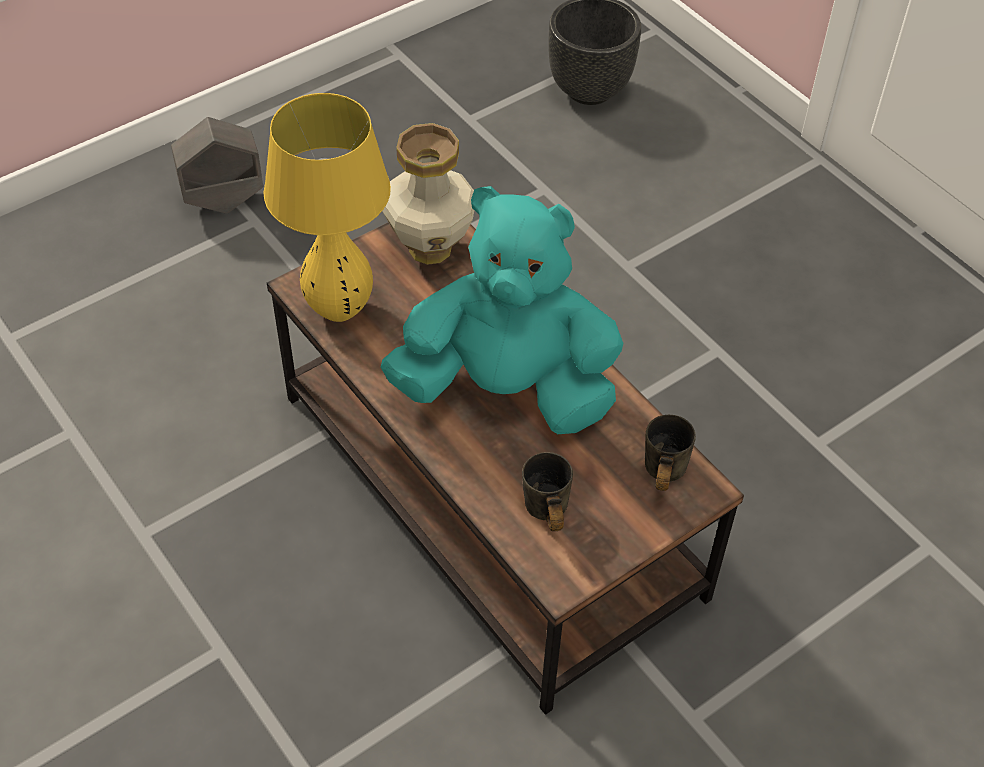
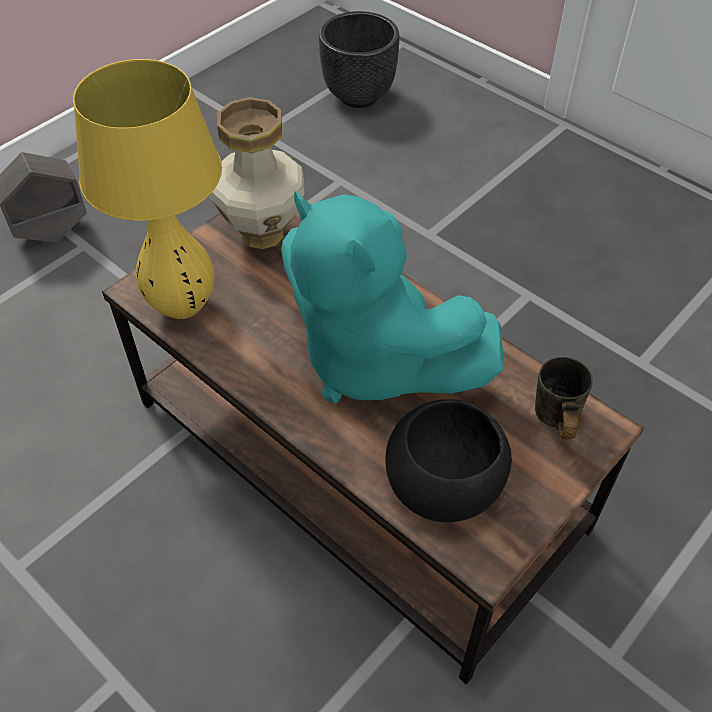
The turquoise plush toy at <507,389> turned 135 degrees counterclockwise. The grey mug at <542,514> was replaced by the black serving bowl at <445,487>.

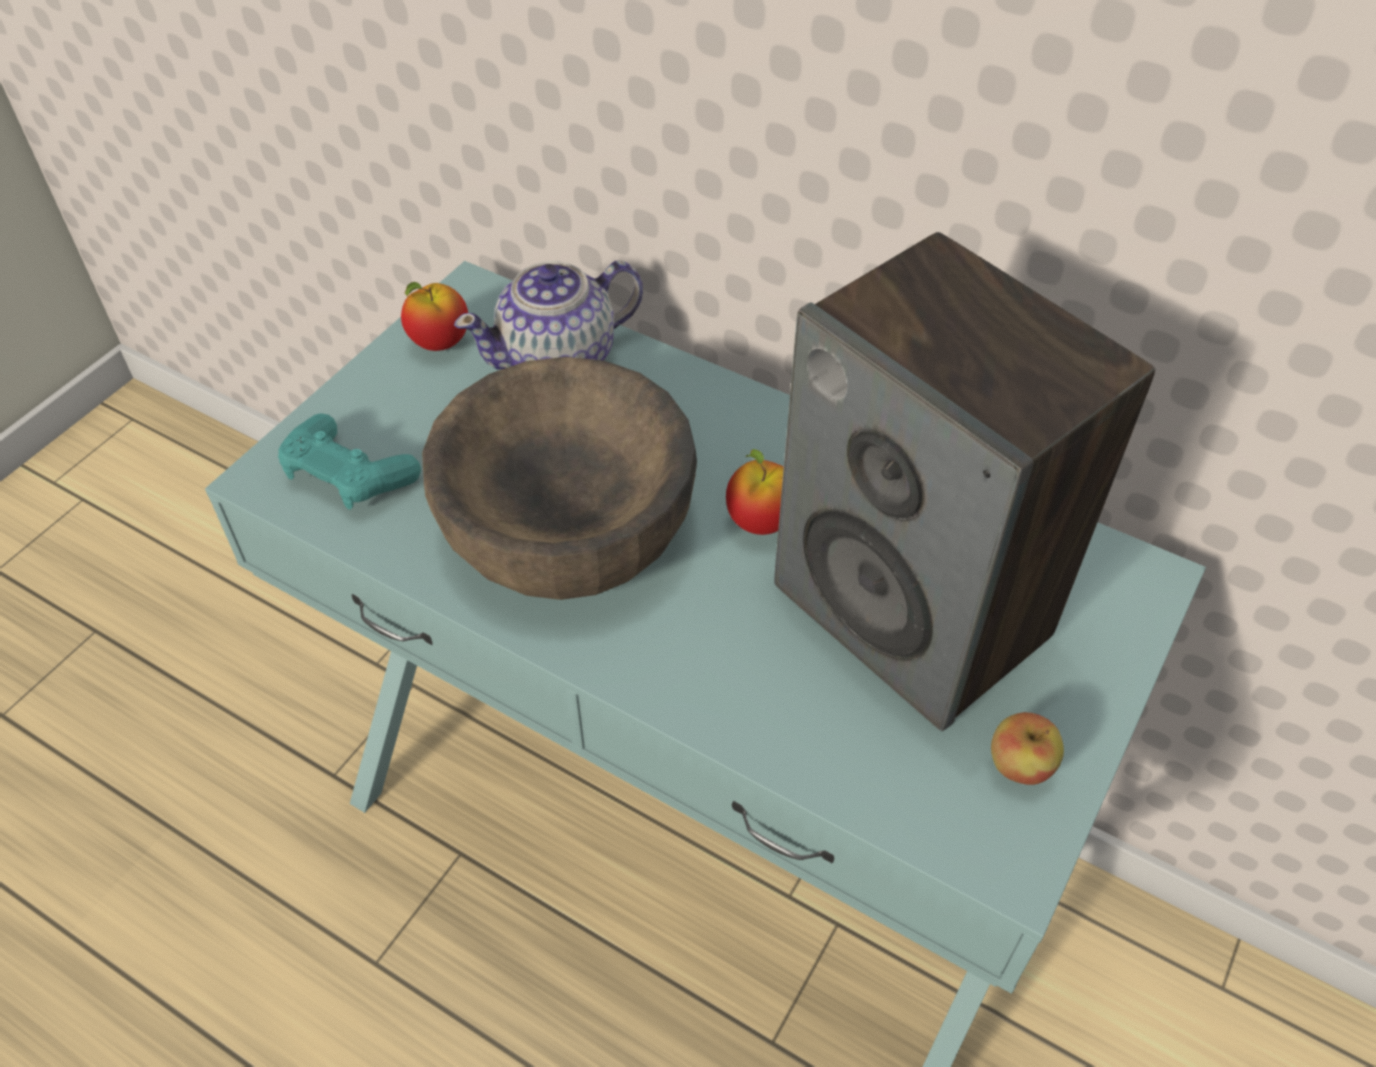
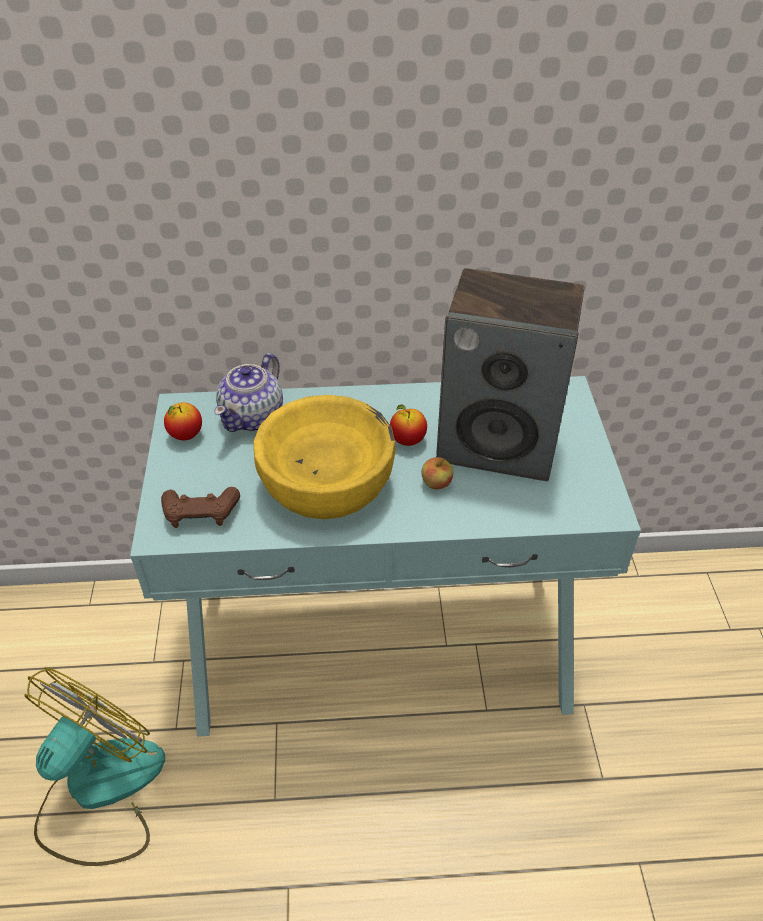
The turquoise joypad at <348,475> became the brown joypad at <201,513>. The brown serving bowl at <568,524> became the yellowish serving bowl at <326,482>. The apple fruit moved from <1020,765> to <436,484>. The fan at <99,791> appeared.

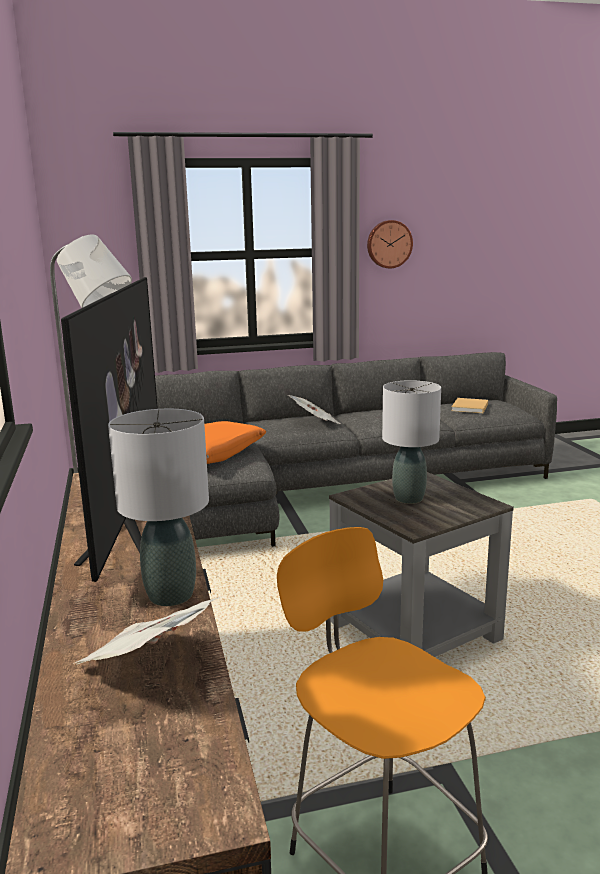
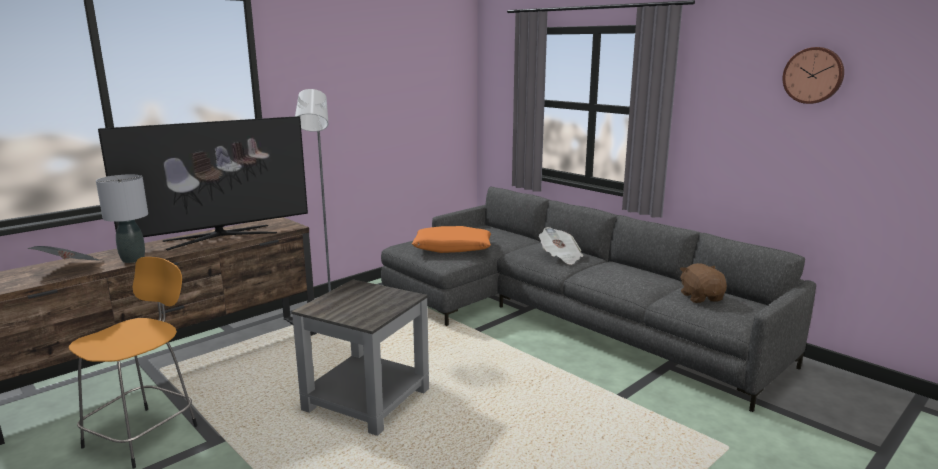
The wall clock moved from <389,244> to <813,75>. The grey lamp for a table at <408,498> disappeared. The beige-coloured bound book at <469,407> was replaced by the brown plush toy at <701,297>.

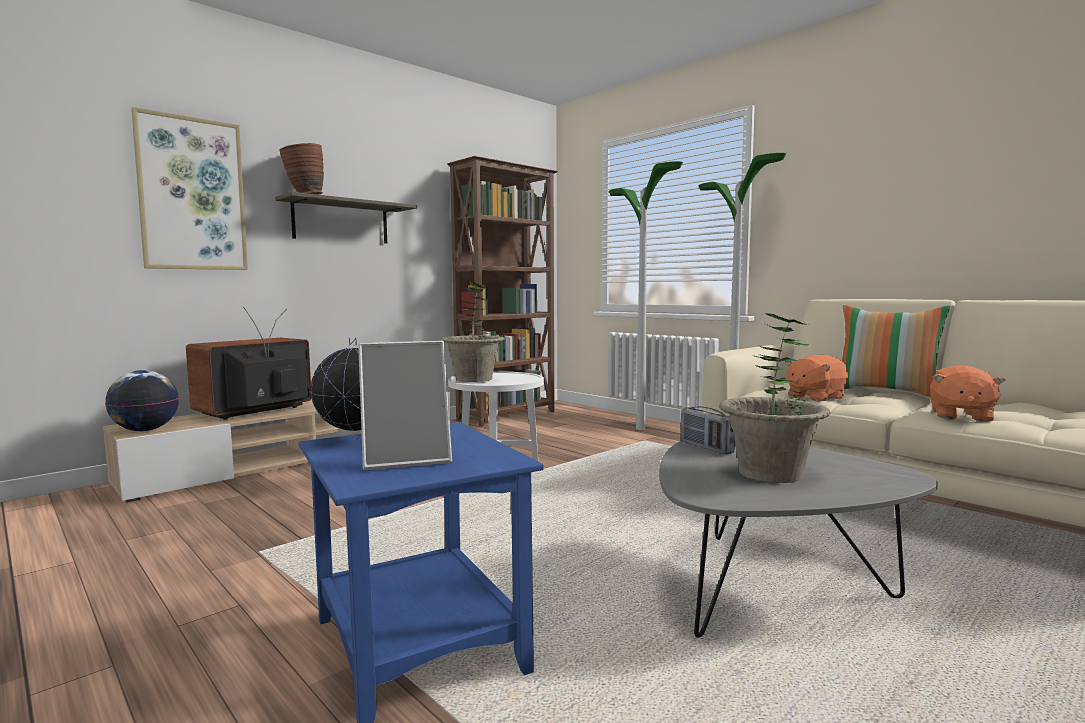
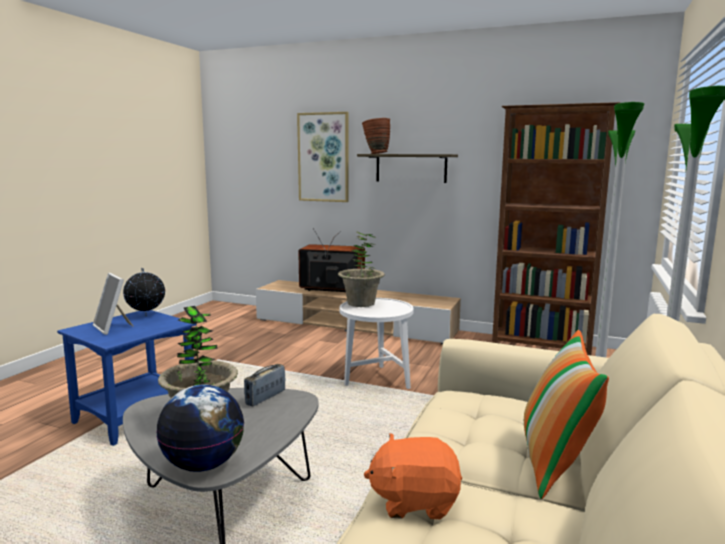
The desk globe moved from <145,430> to <203,464>. The orange-coloured plush toy at <814,397> disappeared.

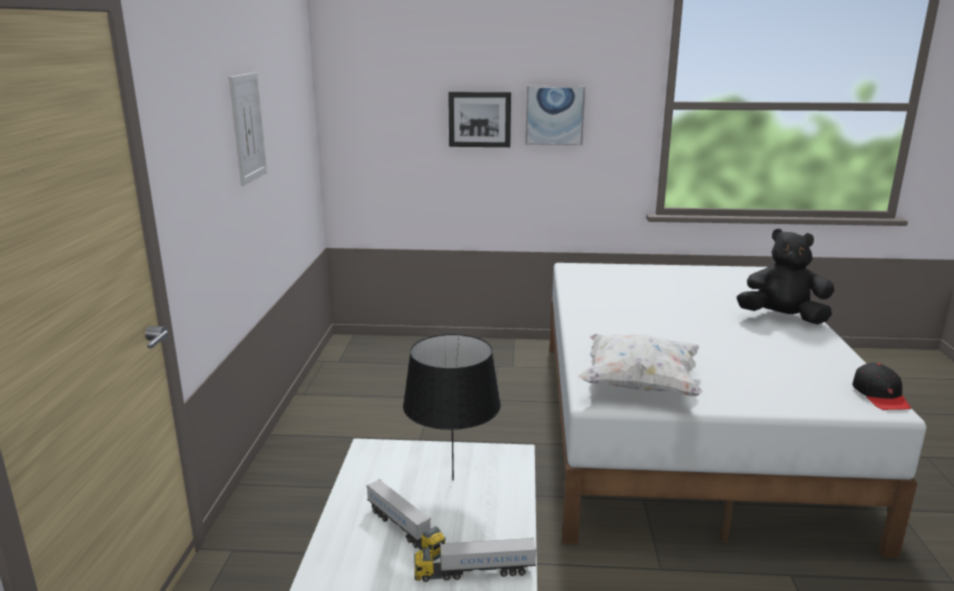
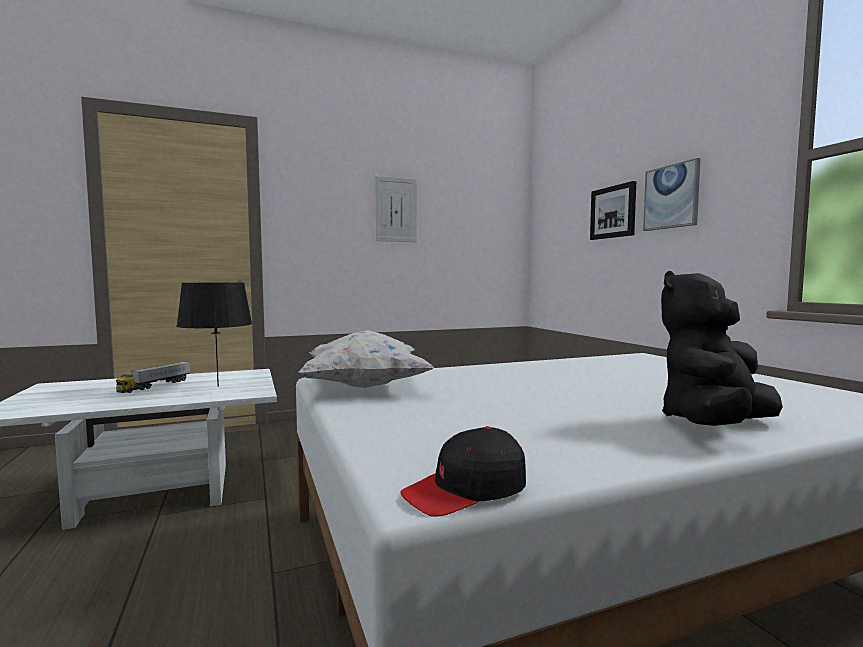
The toy truck at <474,572> disappeared. The black plush toy at <782,318> turned 120 degrees counterclockwise.

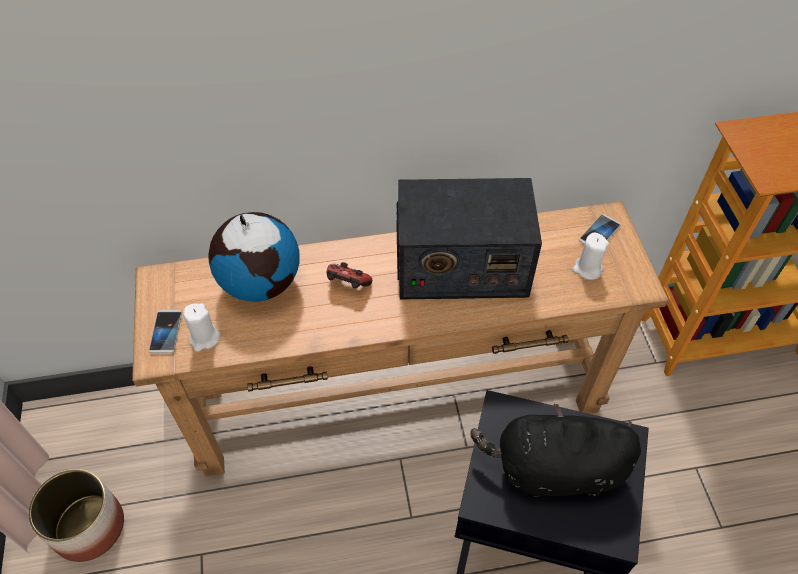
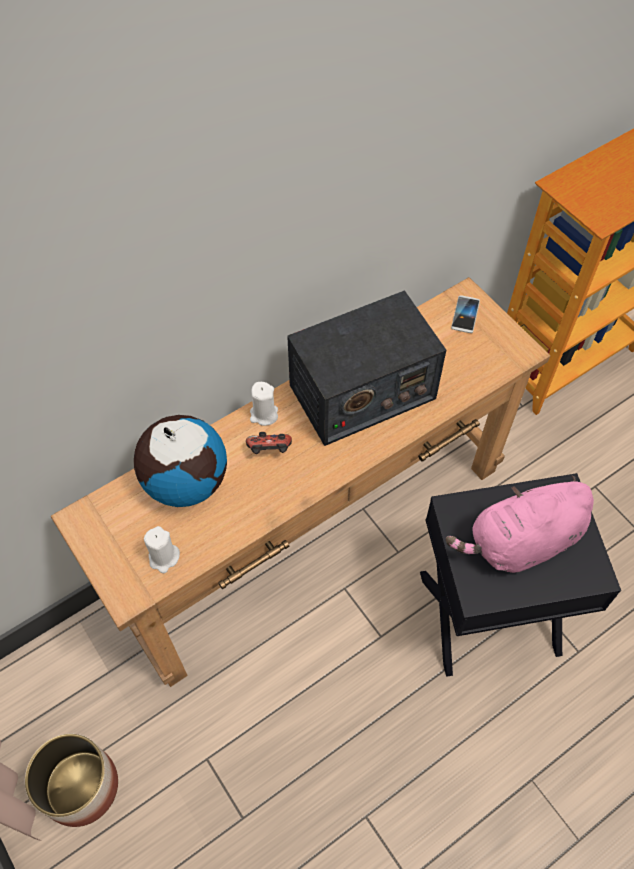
The handset at <166,332> disappeared. The black plush toy at <553,469> became the pink-coloured plush toy at <520,542>. The whitish candle moved from <587,269> to <264,414>.

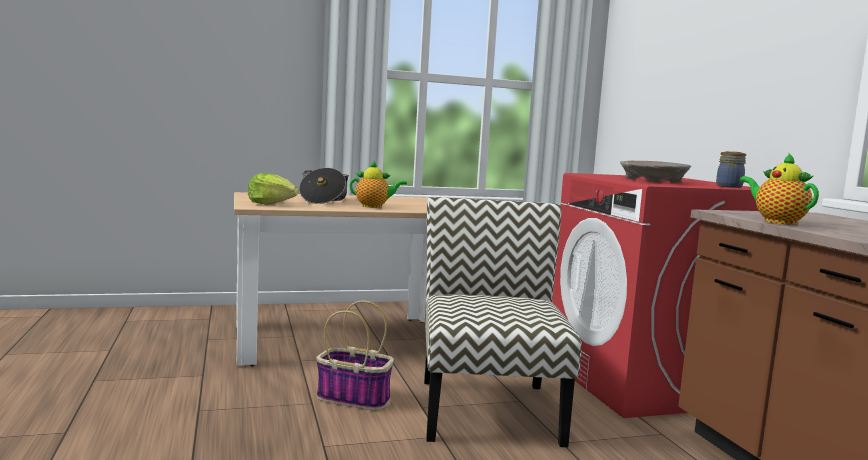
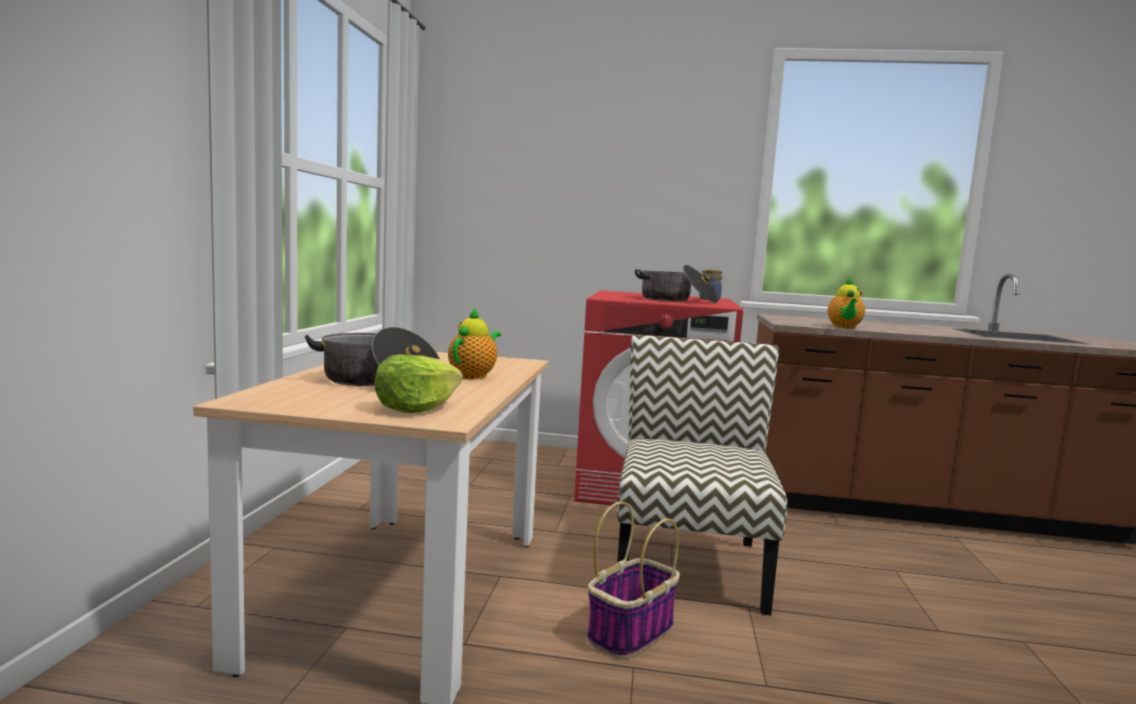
The plain chair at <487,409> turned 75 degrees clockwise. The beige-coloured serving bowl at <654,181> was replaced by the cooking pot at <677,300>. The teapot at <776,221> turned 75 degrees counterclockwise.

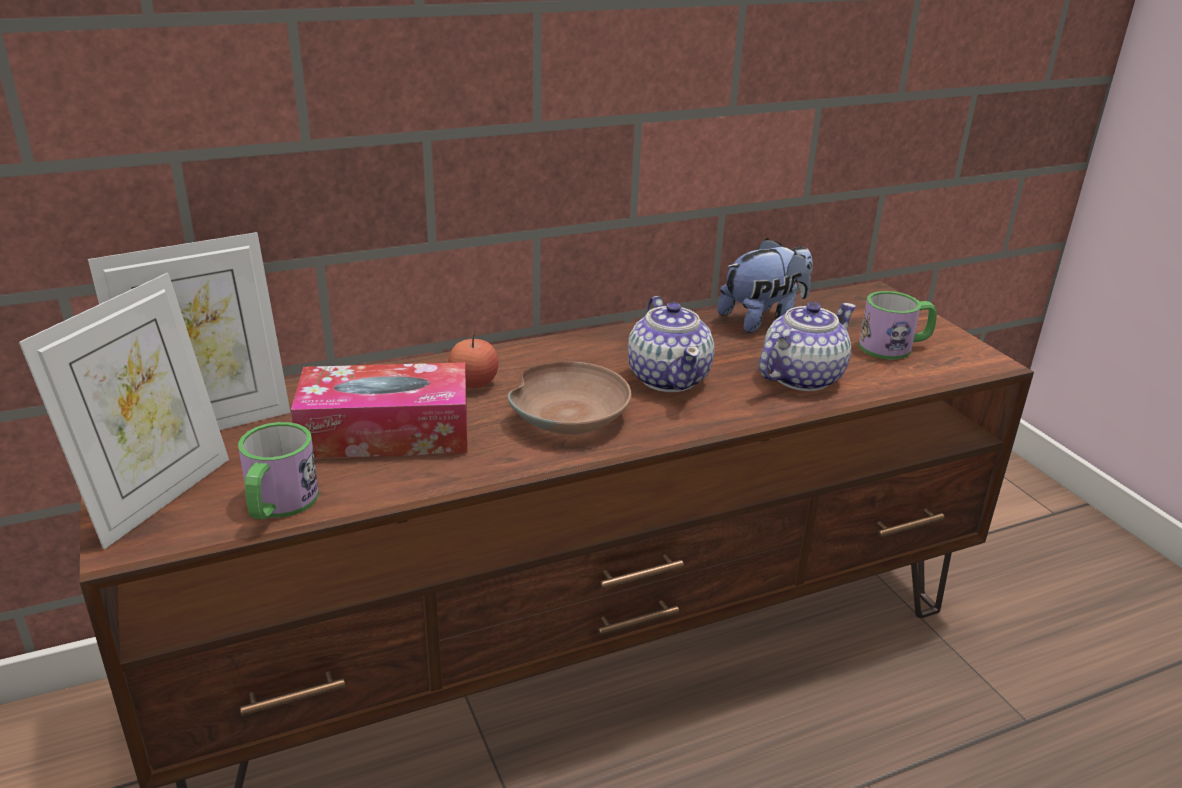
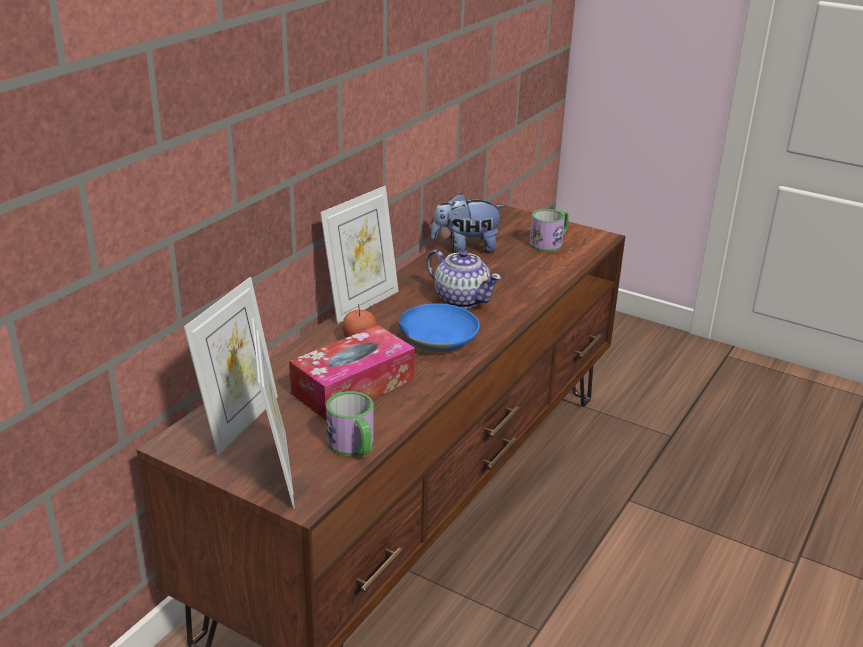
The brown serving bowl at <570,414> became the blue serving bowl at <438,338>. The plush toy at <763,319> turned 120 degrees counterclockwise. The teapot at <800,377> disappeared. The picture frame at <362,304> appeared.

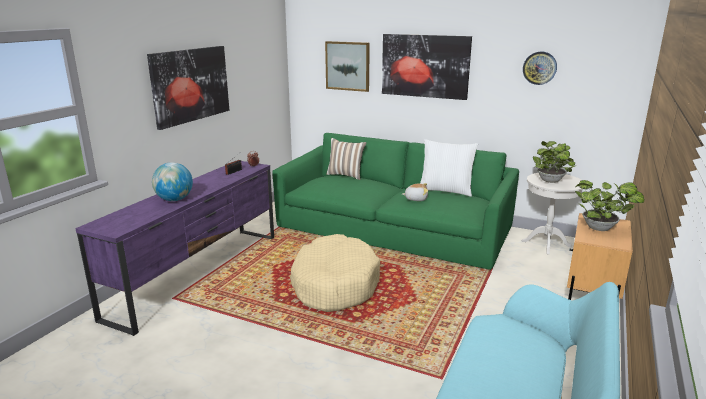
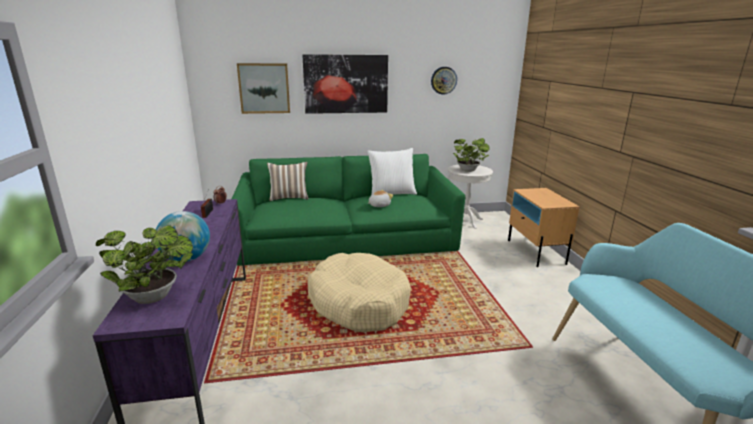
The picture at <190,85> disappeared. The plant in a pot moved from <601,229> to <156,297>.

